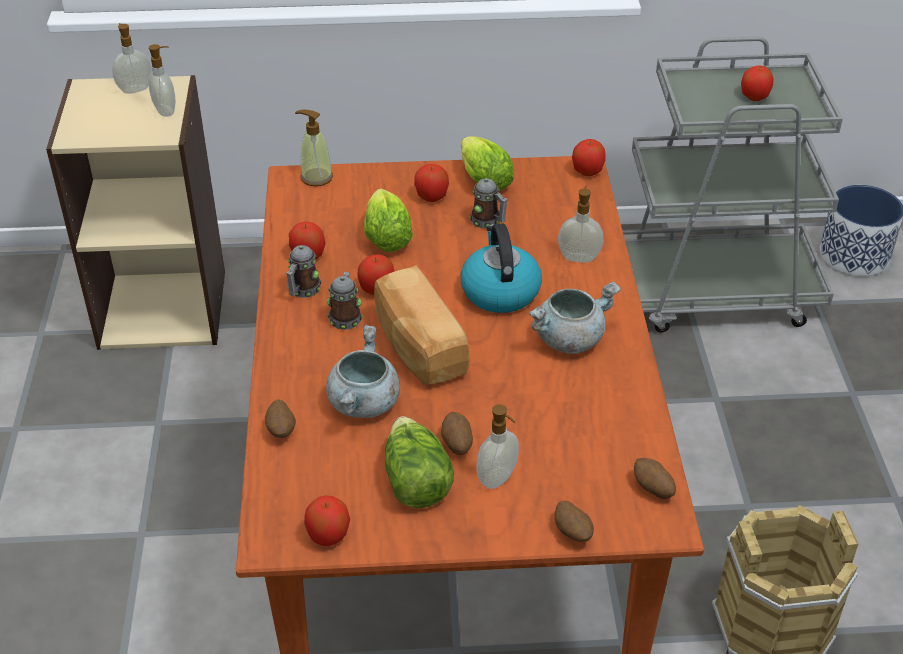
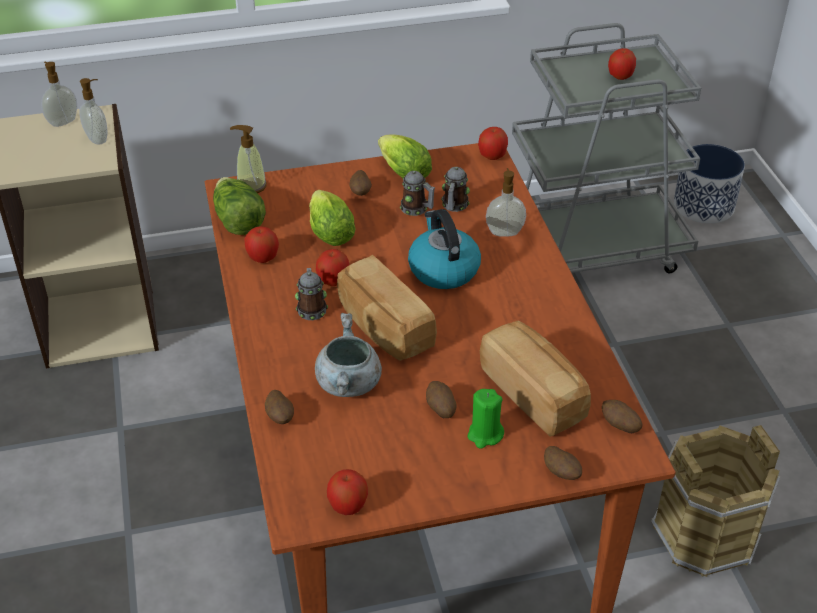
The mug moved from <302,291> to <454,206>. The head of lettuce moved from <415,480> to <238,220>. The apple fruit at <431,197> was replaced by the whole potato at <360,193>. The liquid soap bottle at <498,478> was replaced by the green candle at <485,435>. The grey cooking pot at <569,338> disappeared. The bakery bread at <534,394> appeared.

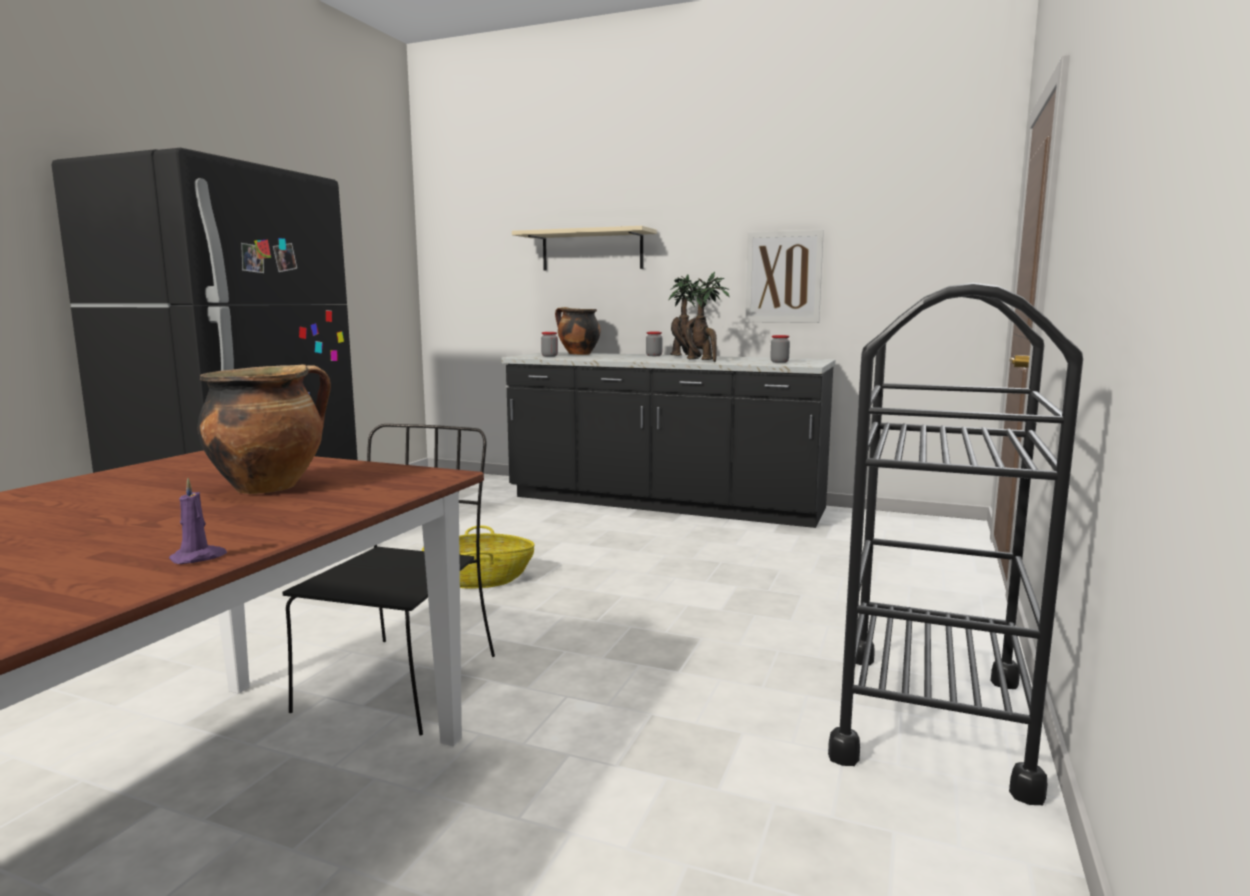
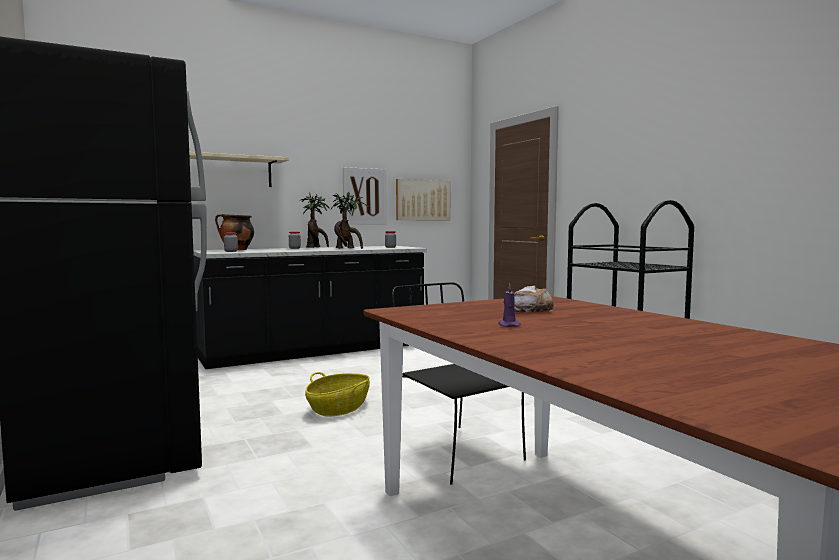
The purplish candle moved from <199,558> to <508,325>. The cooking pot at <270,487> was replaced by the bakery bread at <529,310>. The picture at <422,200> appeared.

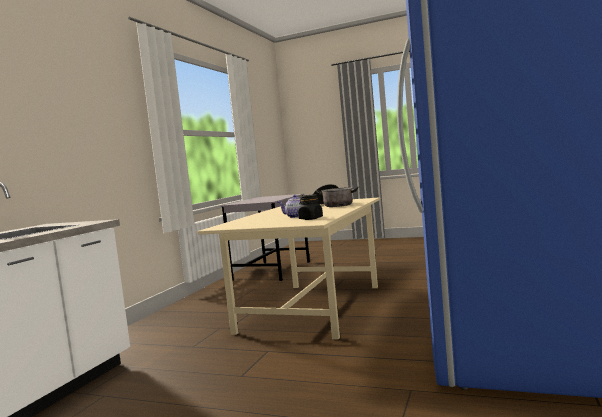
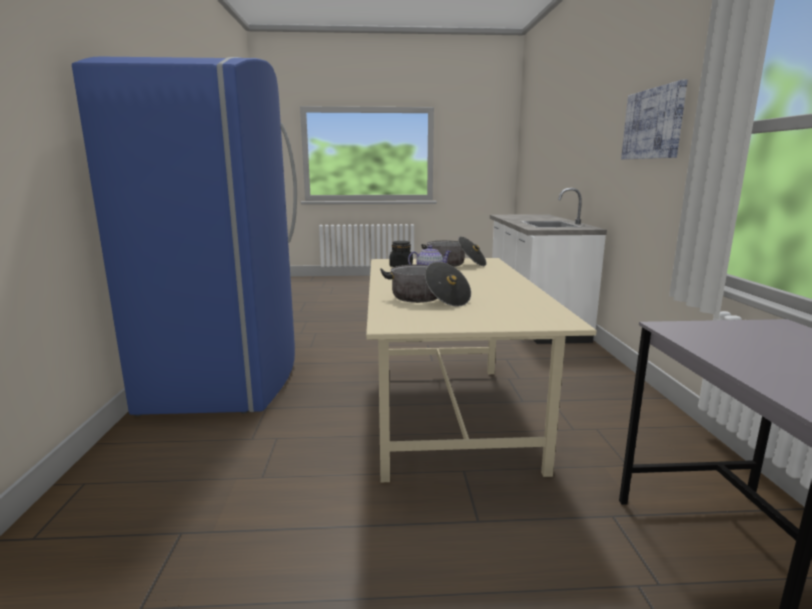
The cooking pot at <455,264> appeared. The picture at <653,124> appeared.

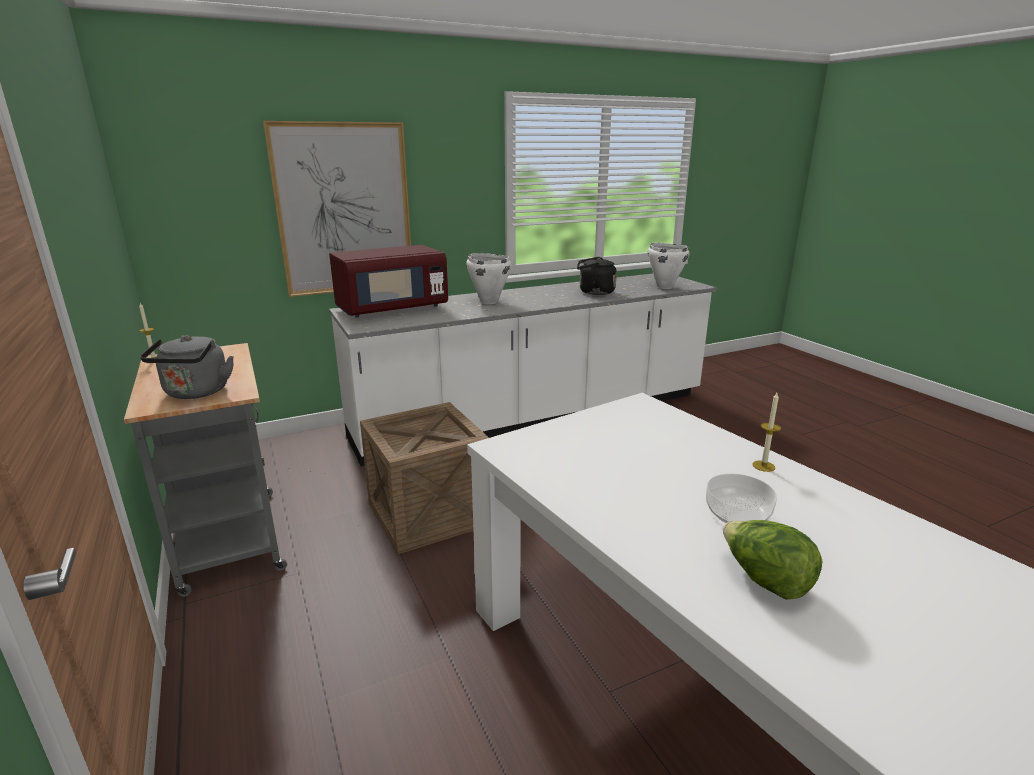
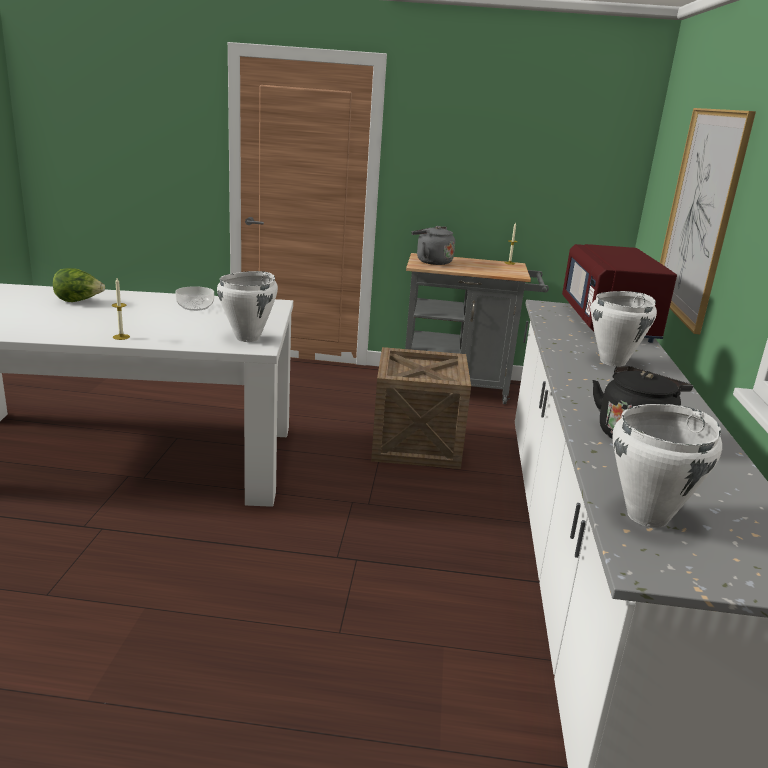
The serving bowl moved from <736,514> to <195,306>. The whitish cooking pot at <248,338> appeared.

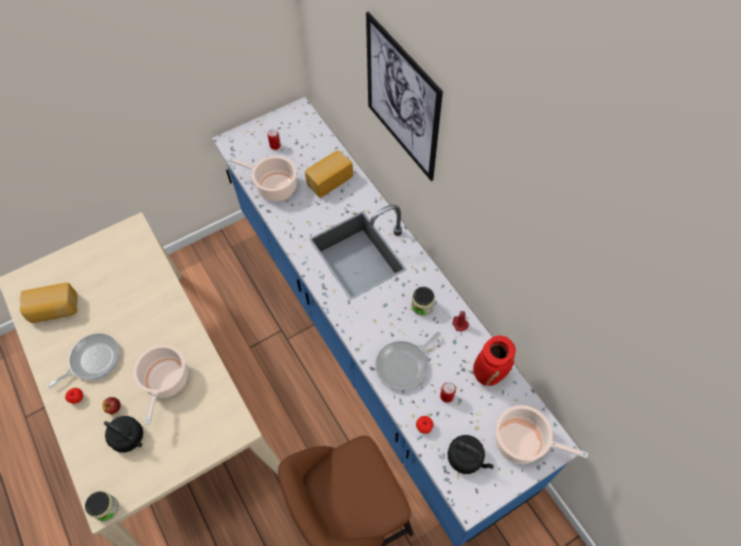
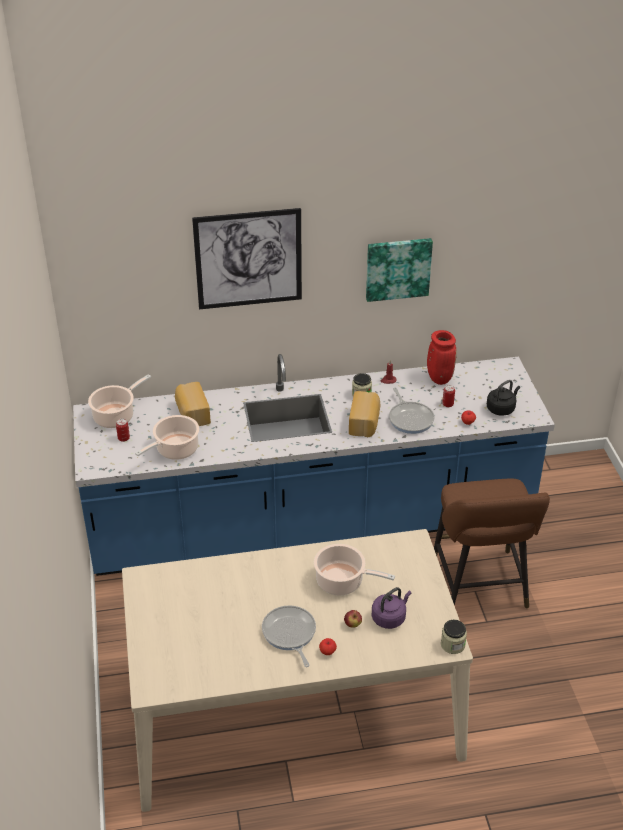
The bakery bread moved from <54,310> to <364,423>. The black kettle at <130,438> became the purplish kettle at <390,617>. The cooking pot moved from <522,442> to <116,416>. The picture at <398,268> appeared.

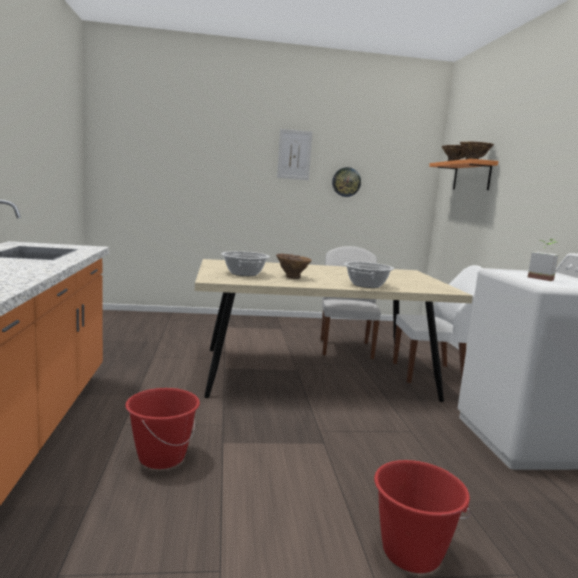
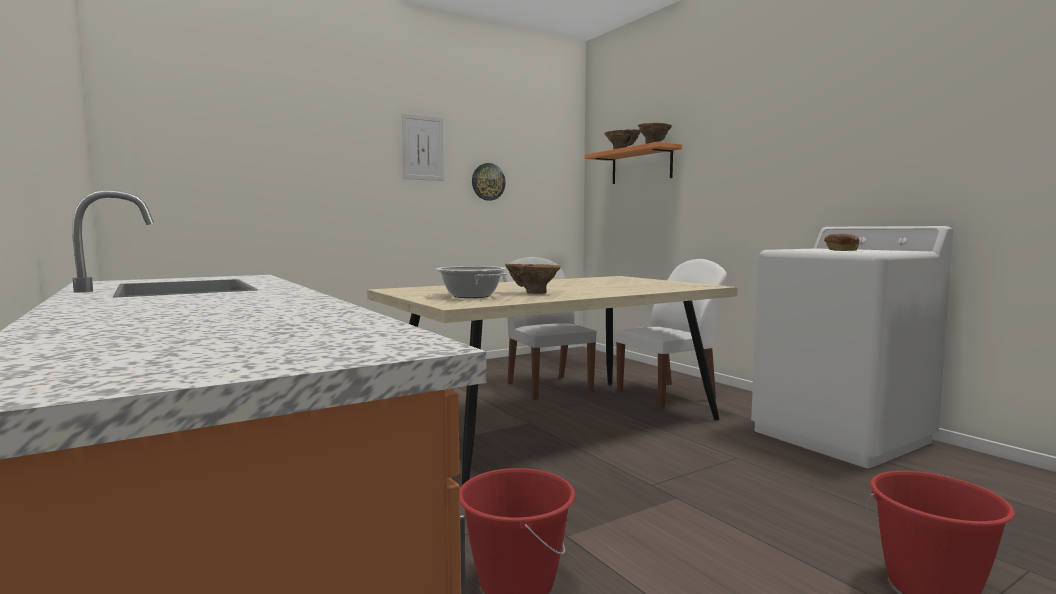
The cooking pot at <366,285> disappeared. The plant in a pot at <542,278> was replaced by the bakery bread at <841,250>.

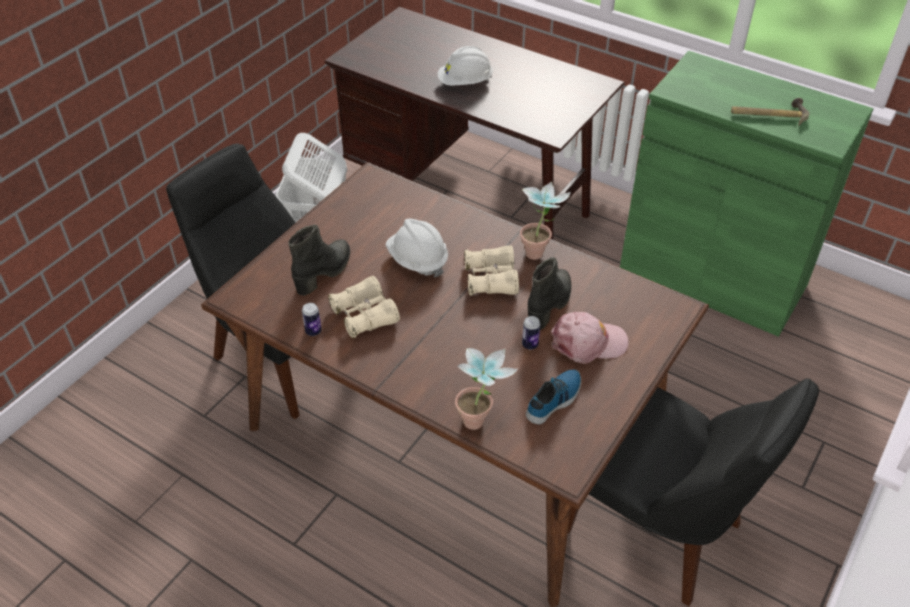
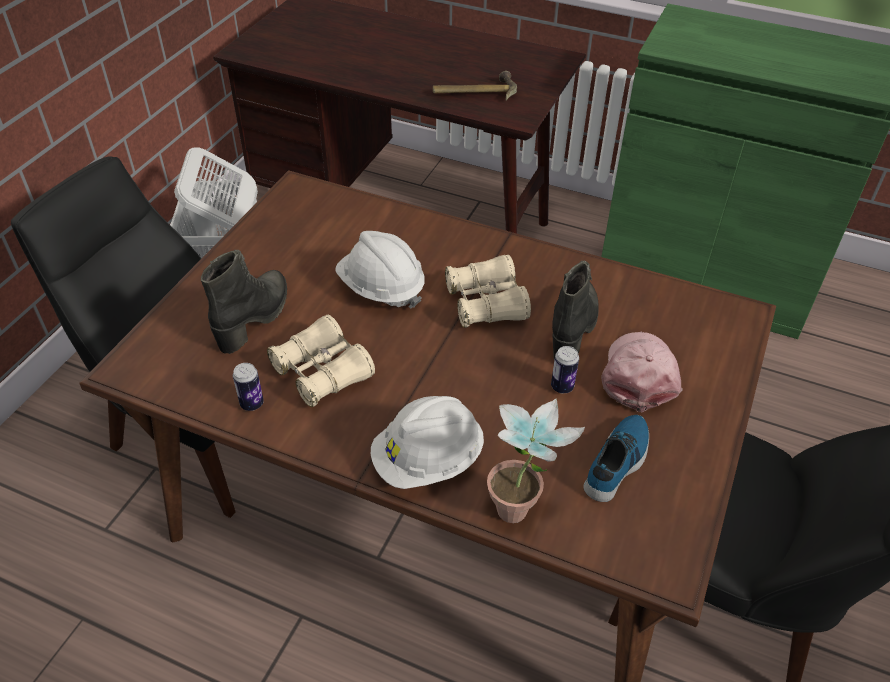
The whitish hard hat moved from <465,83> to <428,461>. The plant in a pot at <539,251> disappeared. The pink-coloured peaked cap at <588,343> turned 60 degrees counterclockwise. The hammer moved from <768,114> to <474,92>.

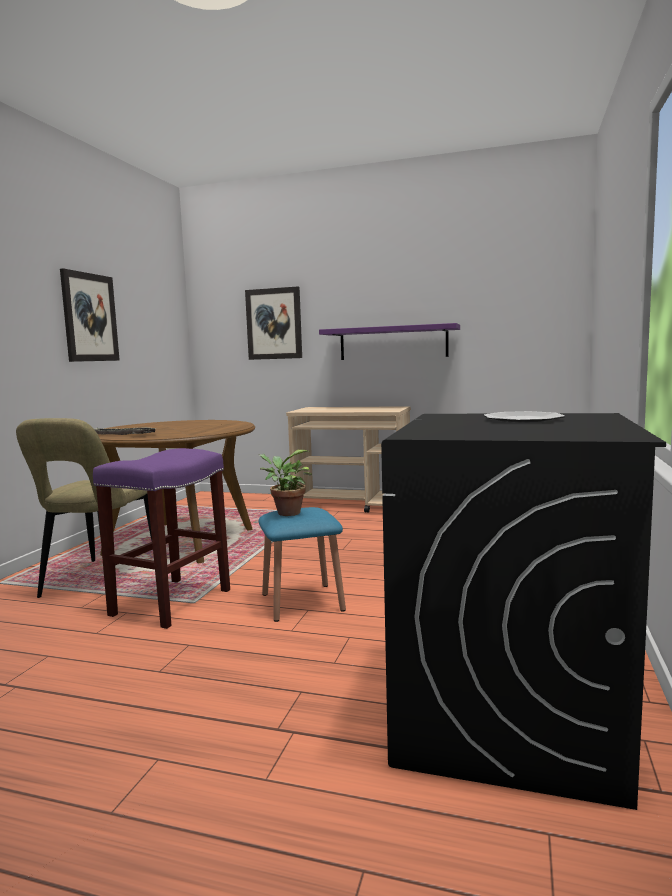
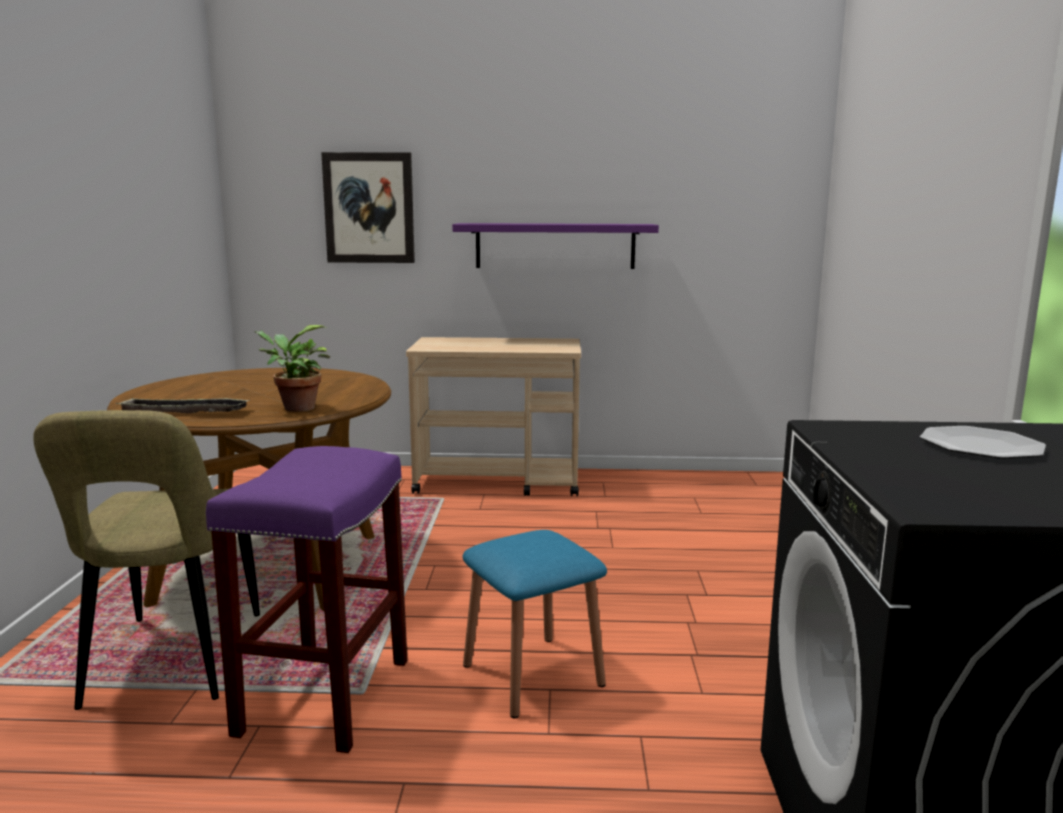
The picture at <89,317> disappeared. The plant in a pot moved from <285,513> to <295,408>.

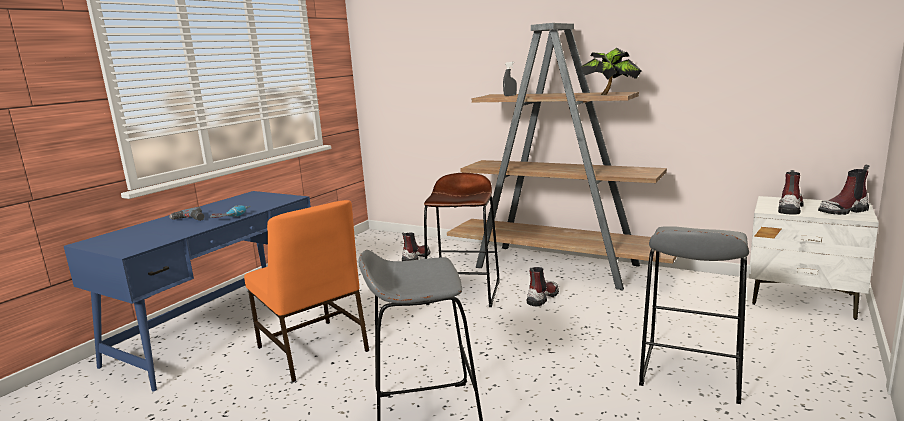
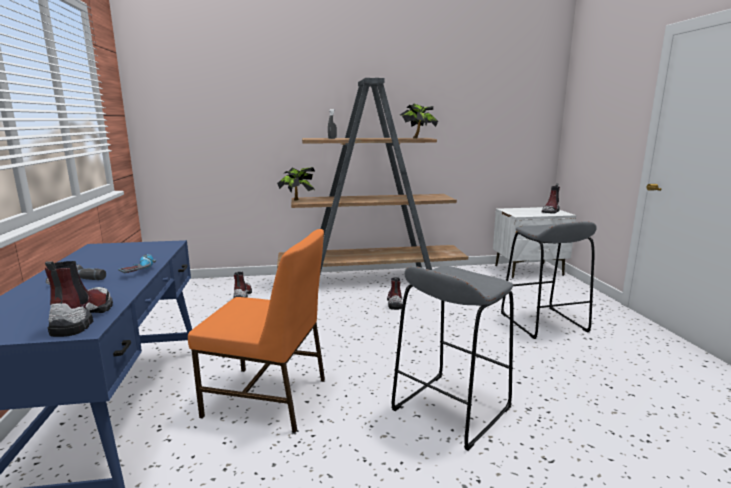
The brown stool at <464,292> disappeared. The boot moved from <790,208> to <82,318>. The plant in a pot at <297,200> appeared.

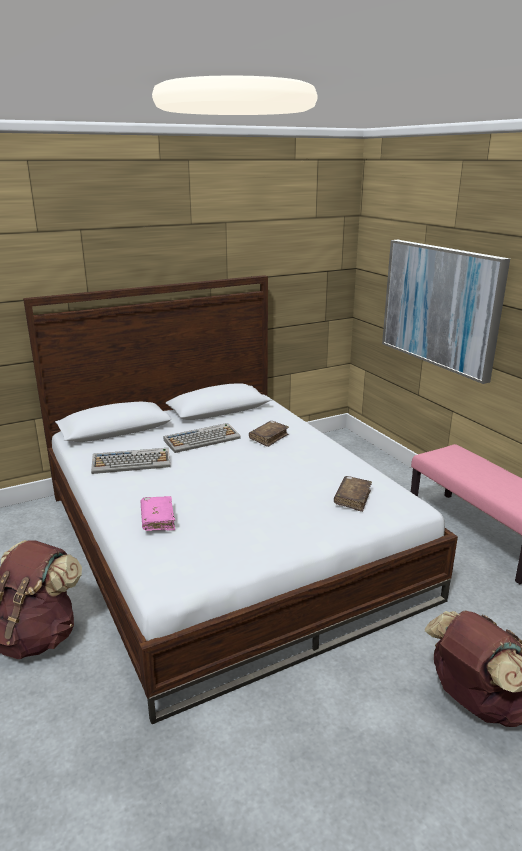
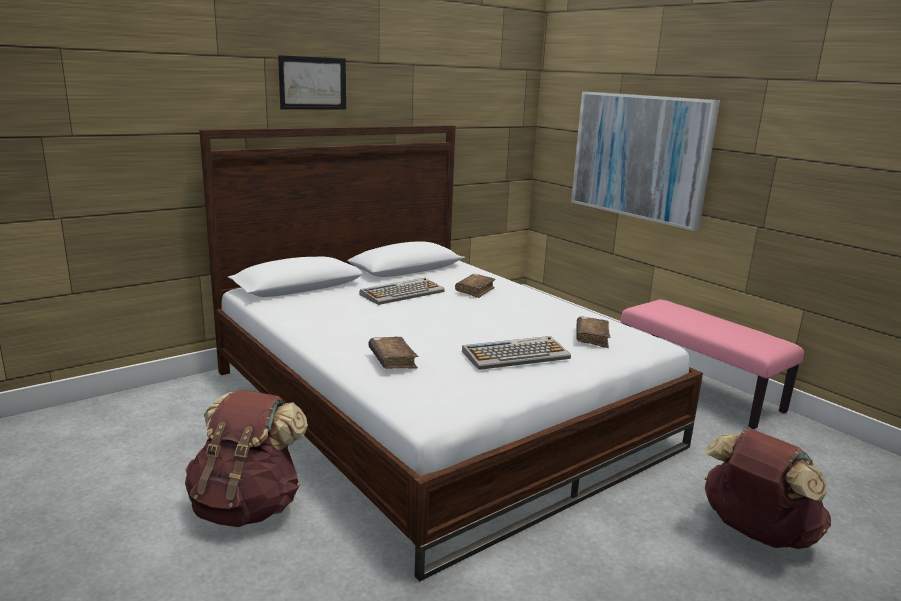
The PC keyboard moved from <132,462> to <516,354>. The pink-coloured bound book at <158,519> became the brown bound book at <392,360>. The picture at <313,83> appeared.

